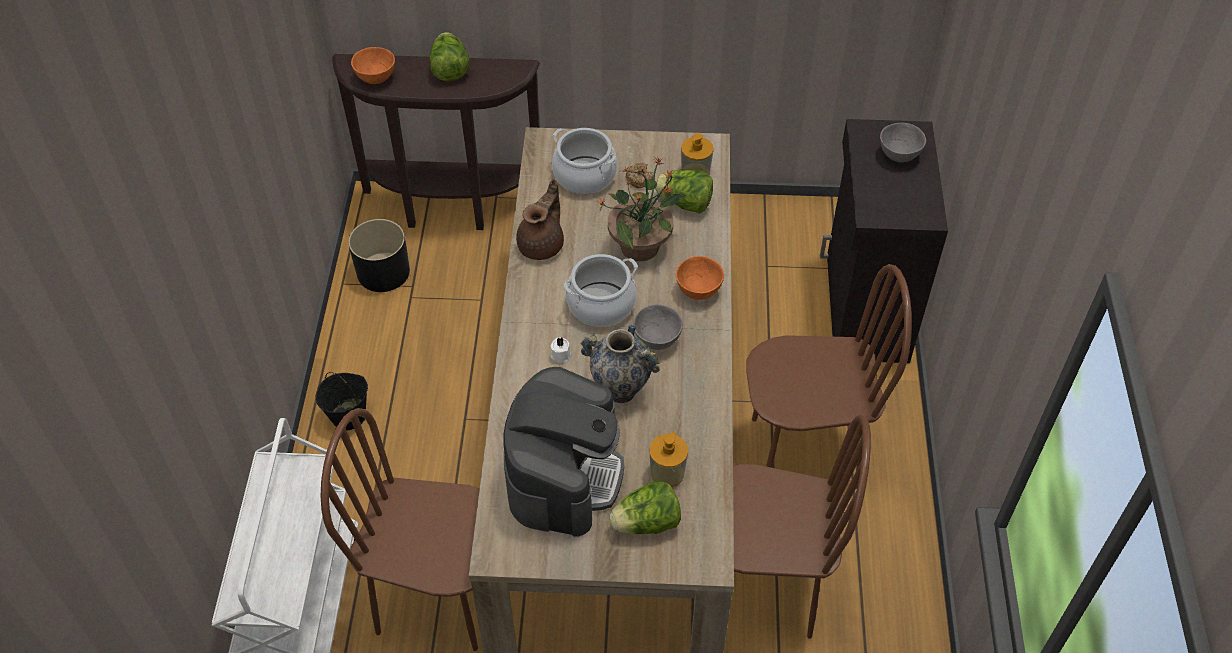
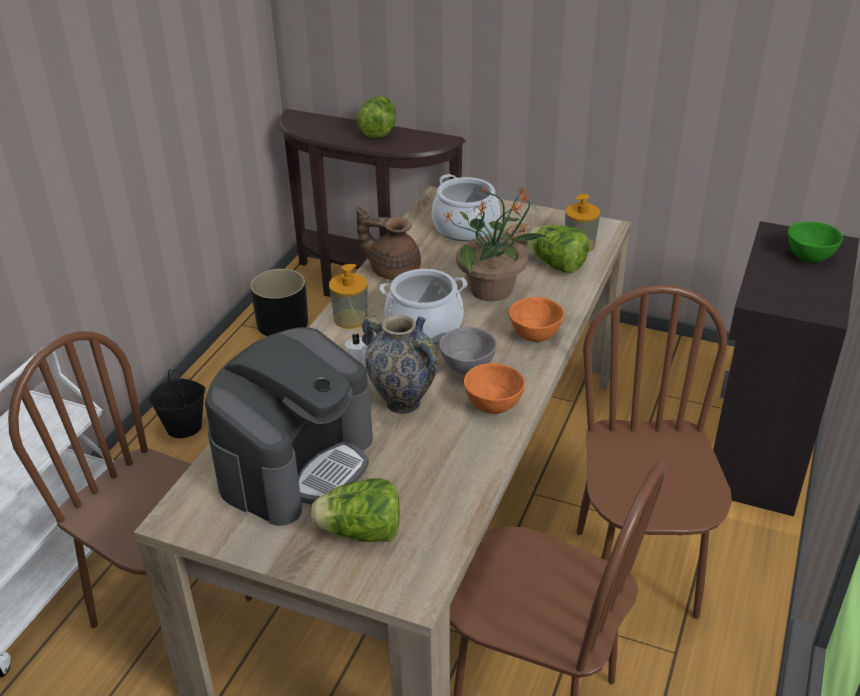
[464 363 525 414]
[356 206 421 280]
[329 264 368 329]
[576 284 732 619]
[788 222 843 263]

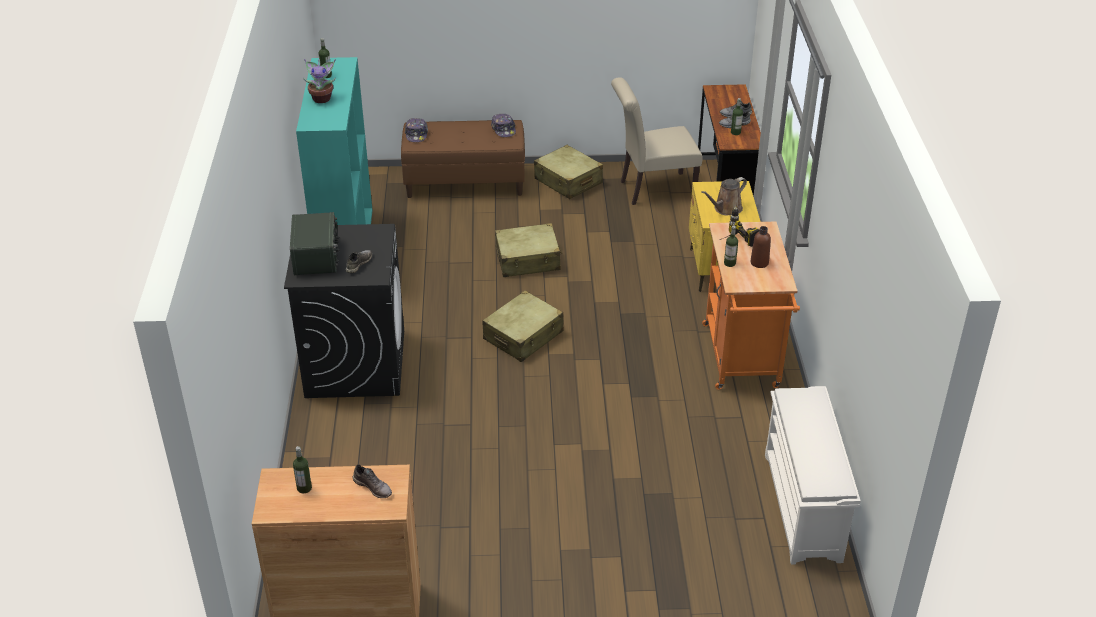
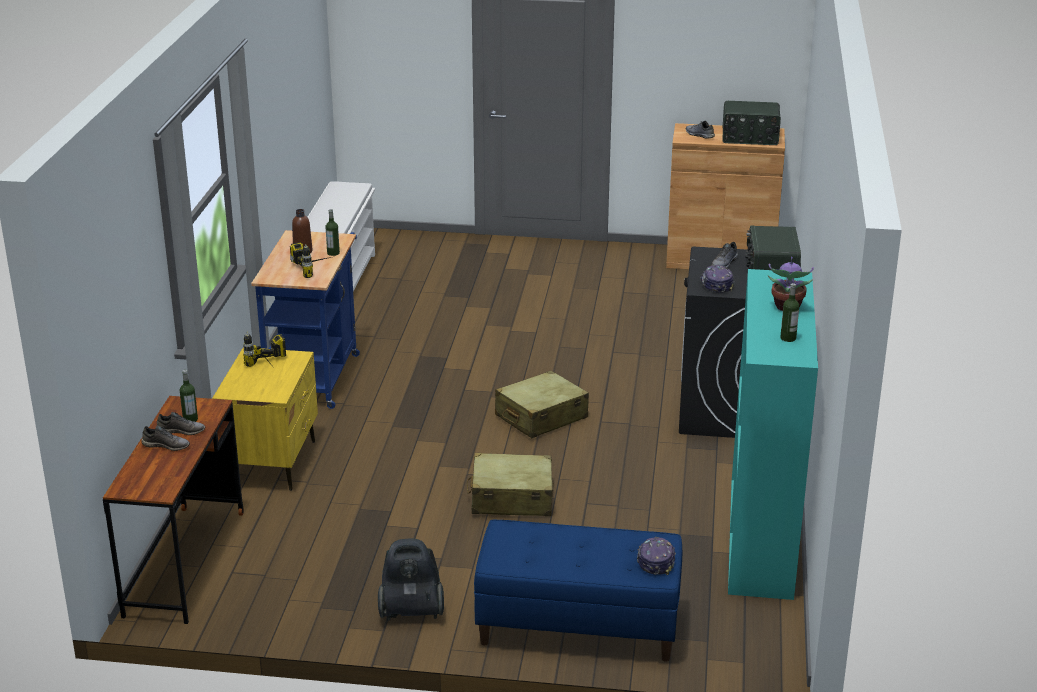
[722 101 781 145]
[474 520 682 662]
[700 265 734 293]
[378 539 444 620]
[611 77 703 205] (first image)
[243 332 286 367]
[251 230 360 409]

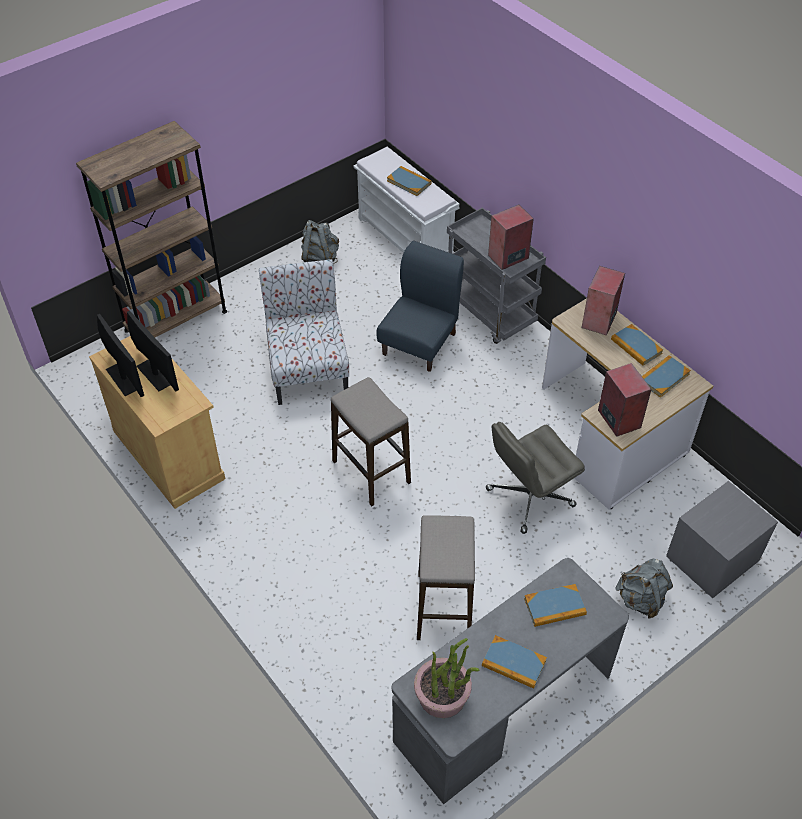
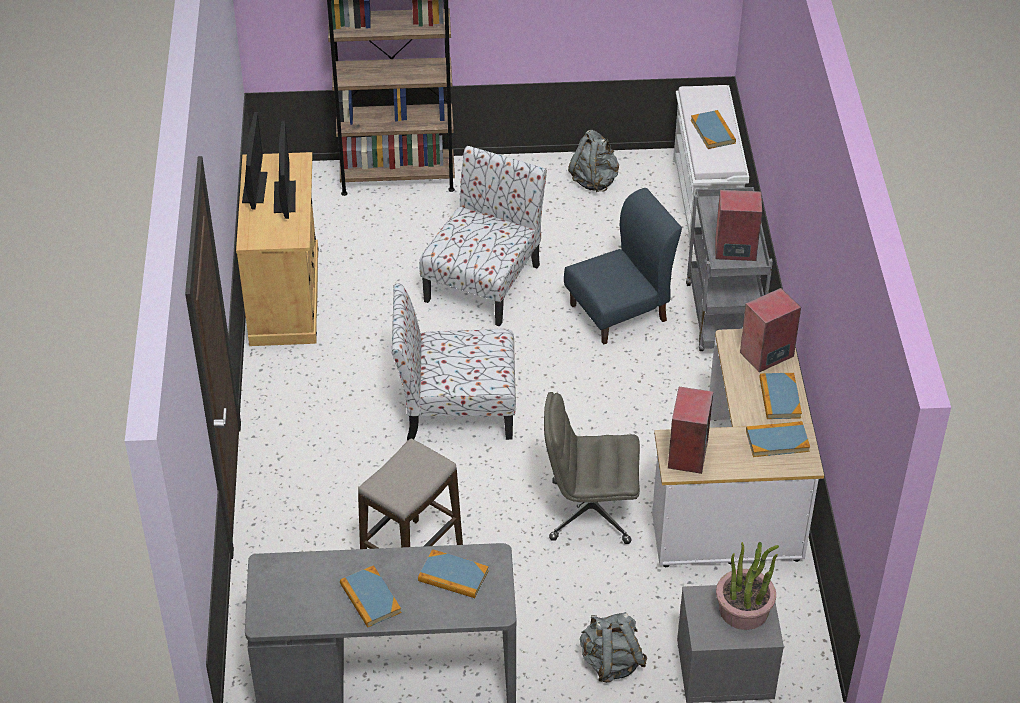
[391 283 516 441]
[716 542 779 630]

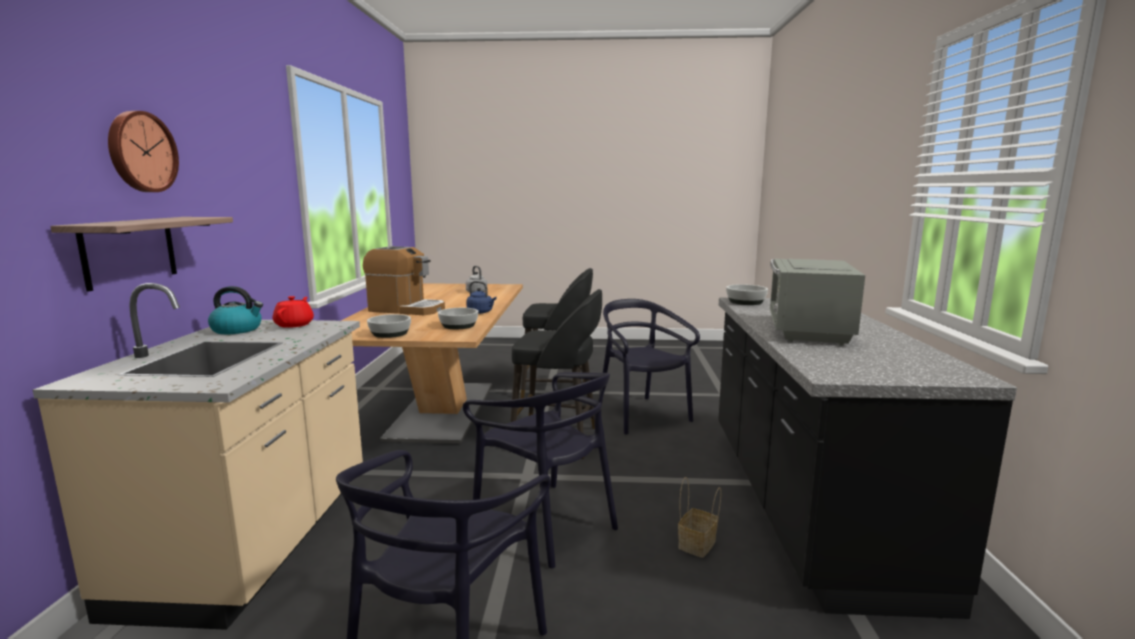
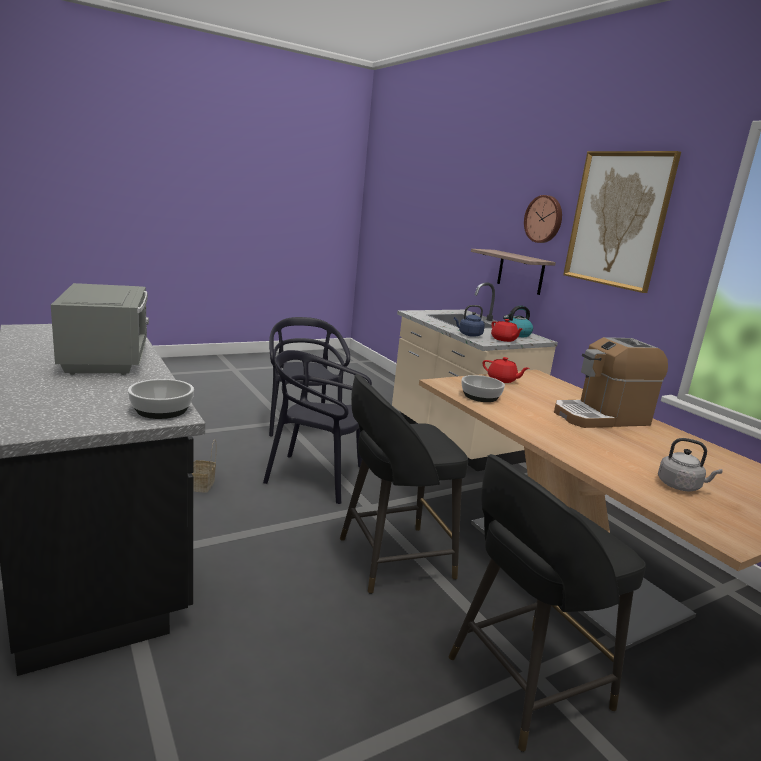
[483 357 530 383]
[454 305 485 337]
[599 299 700 435] (first image)
[563 151 681 293]

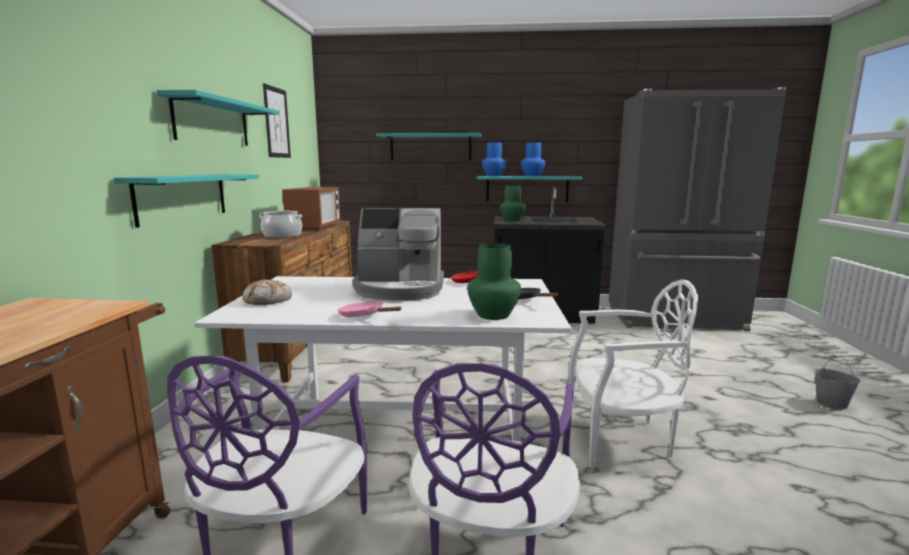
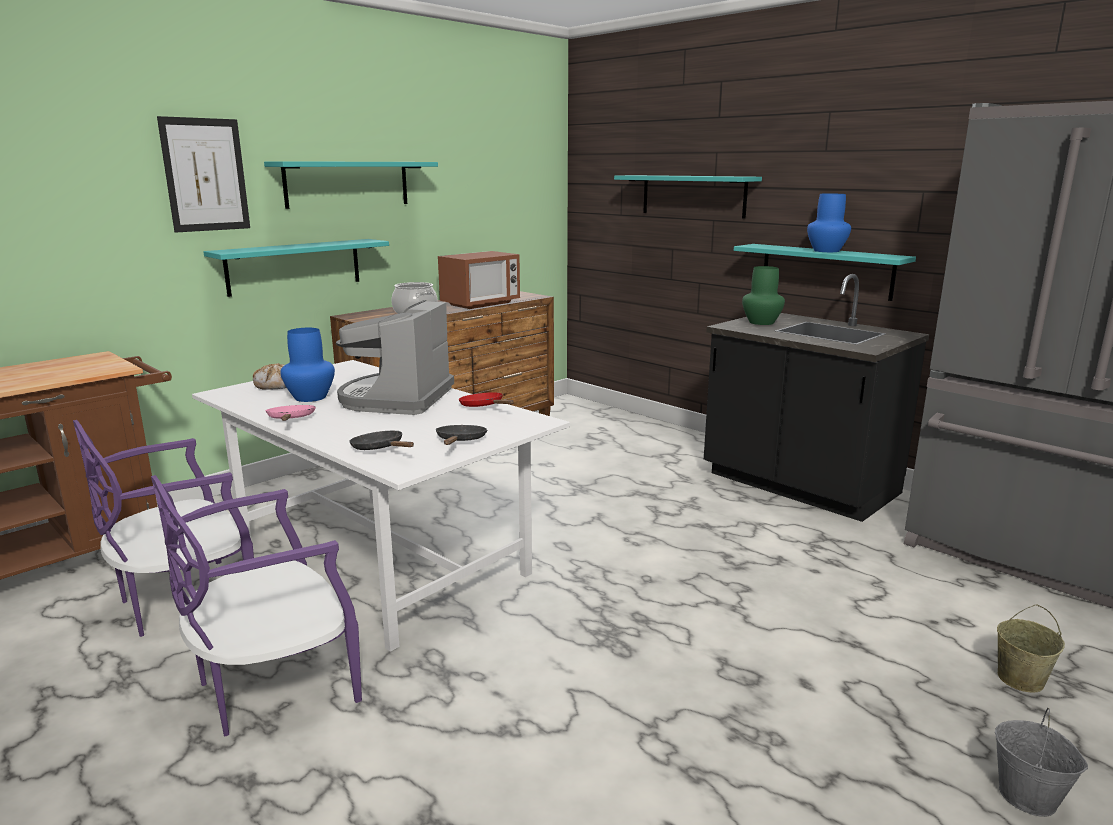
[157 116 250 233]
[336 300 454 415]
[349 431 414 450]
[280 328 335 402]
[569 279 698 468] (first image)
[997 604 1065 693]

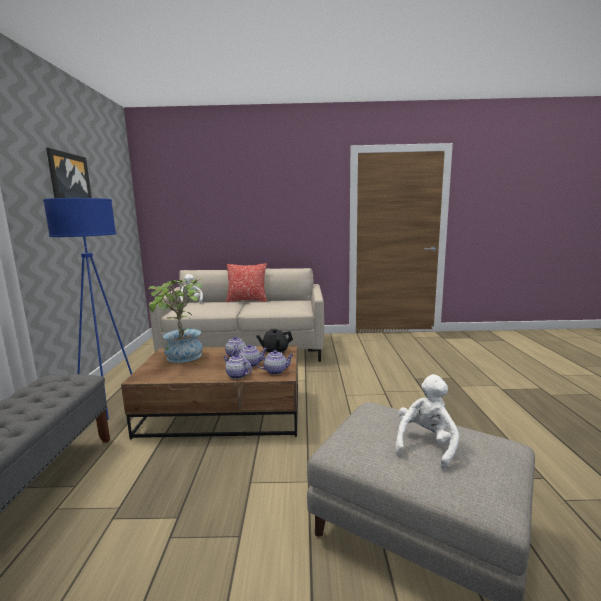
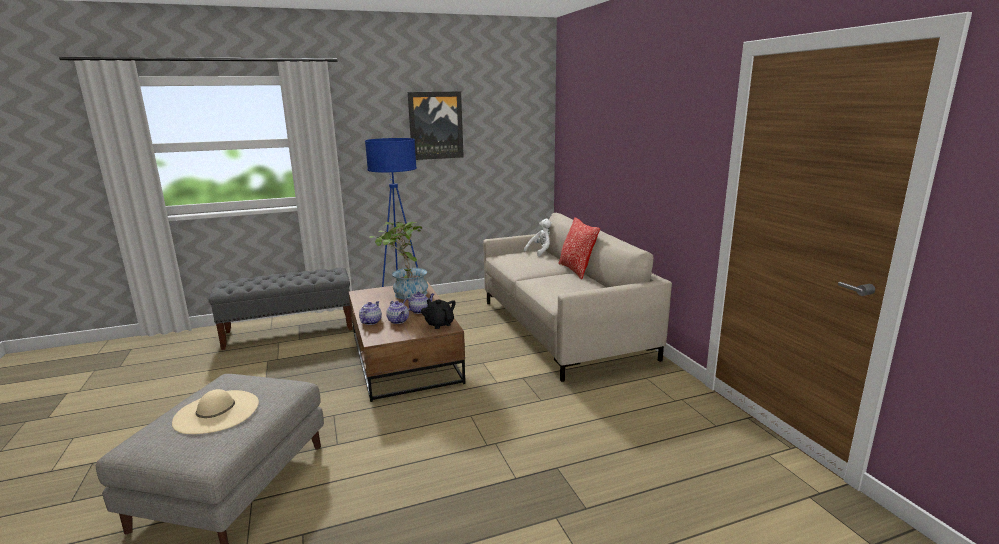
[256 350 294 375] (first image)
[172 389 259 434]

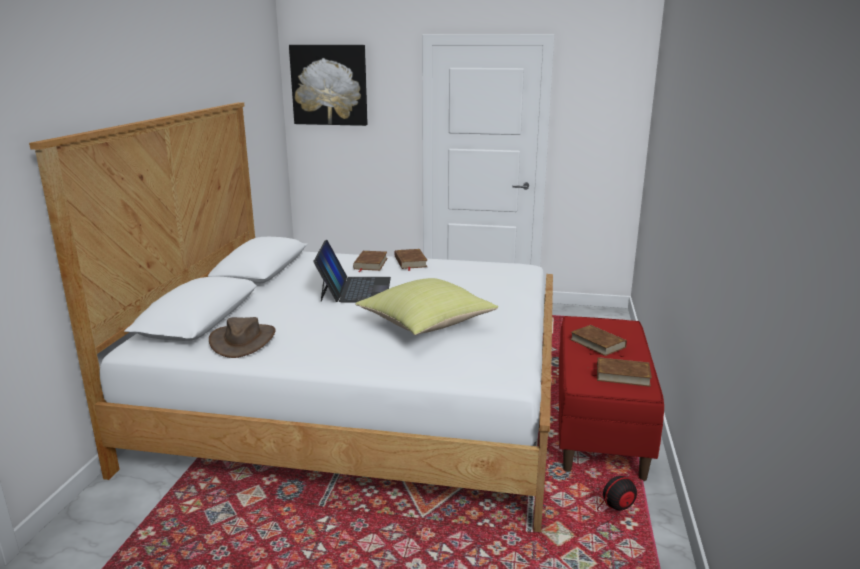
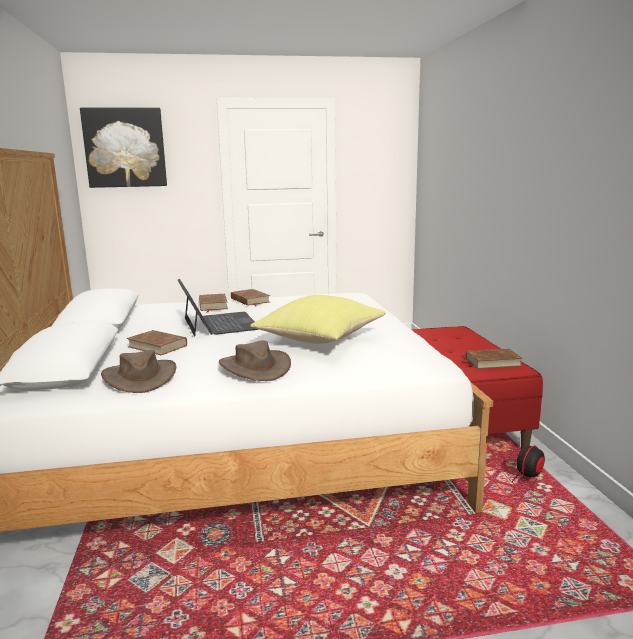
[126 330 187 355]
[219 340 291 381]

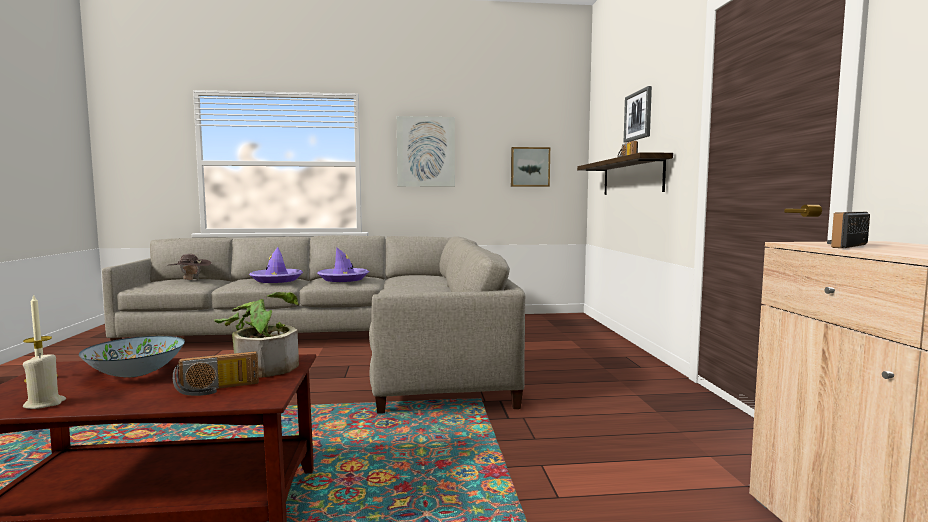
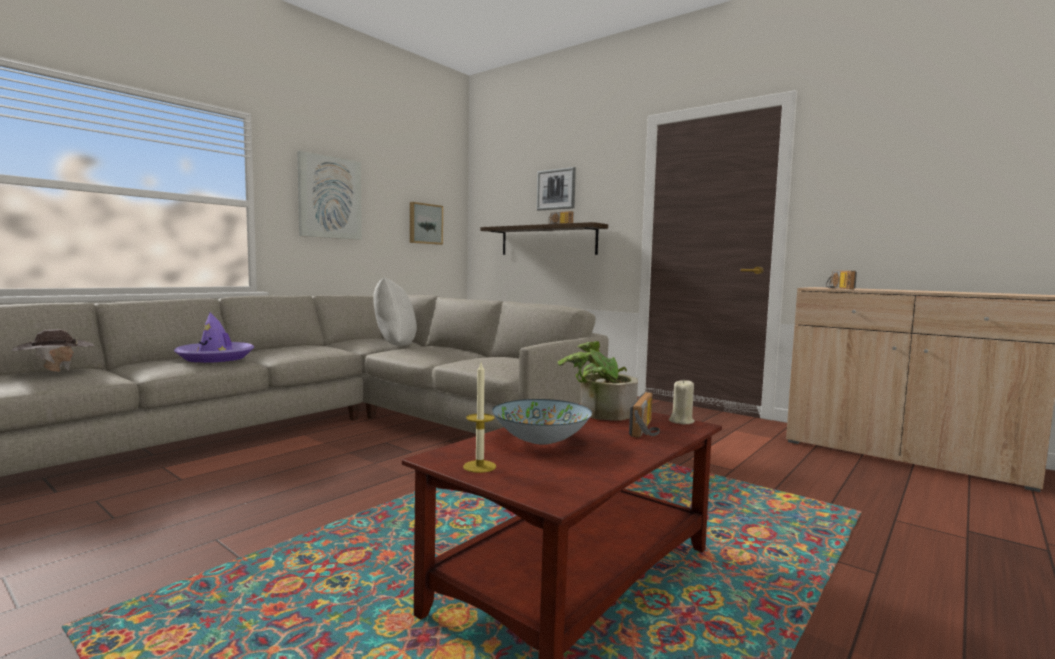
[669 379 695 424]
[318 247 369 282] (first image)
[373 277 417 346]

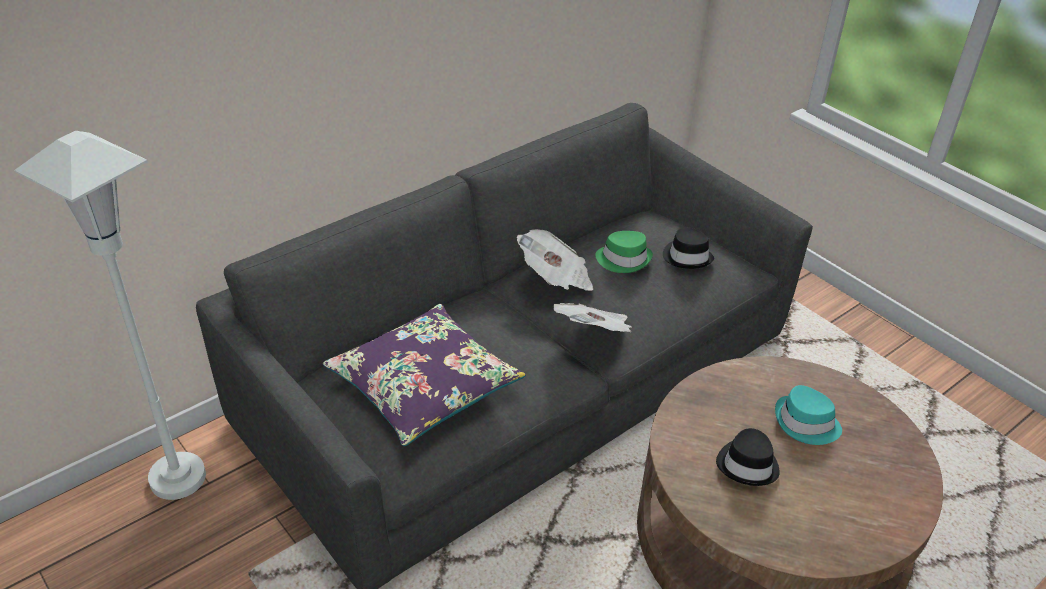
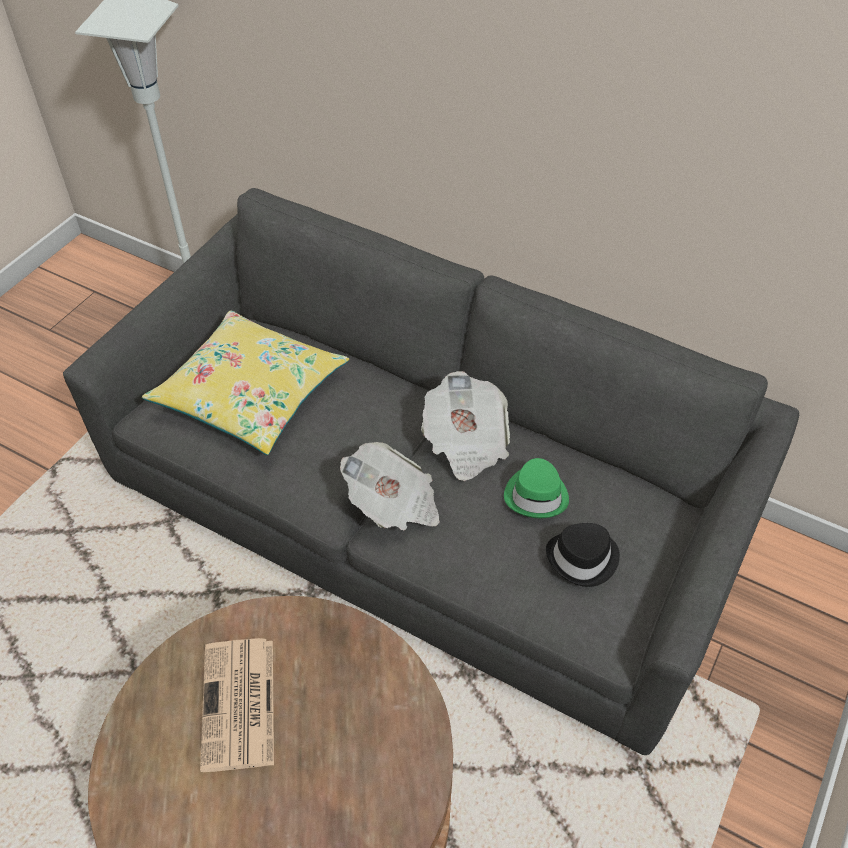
[142 311 349 455]
[200 638 274 772]
[775 385 842 445] (first image)

